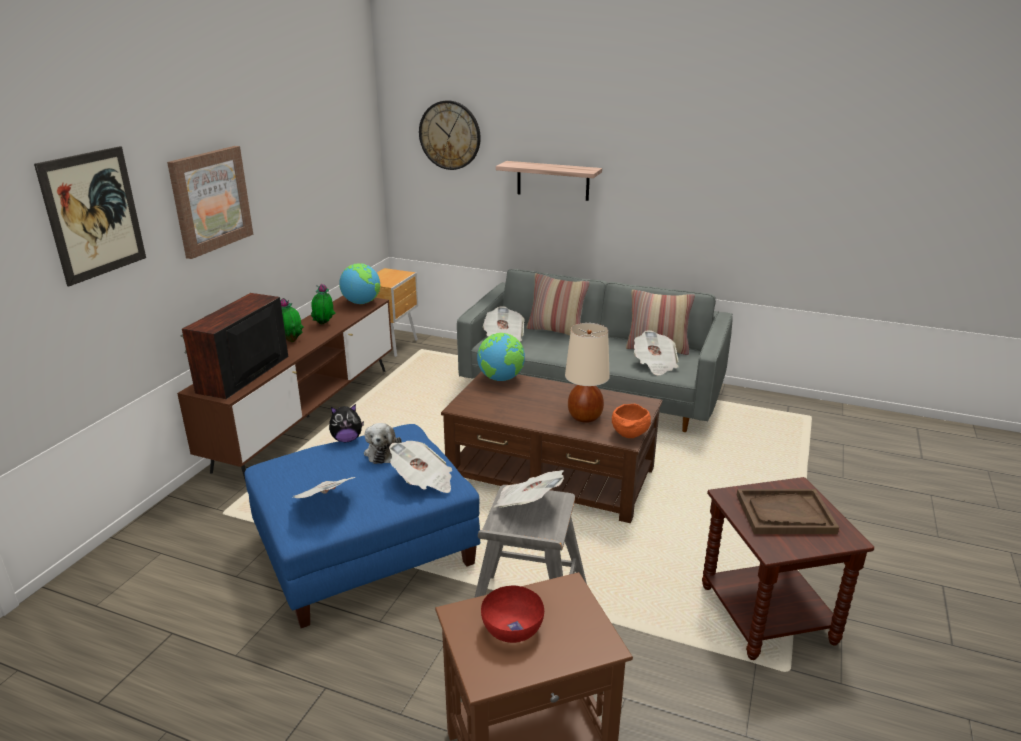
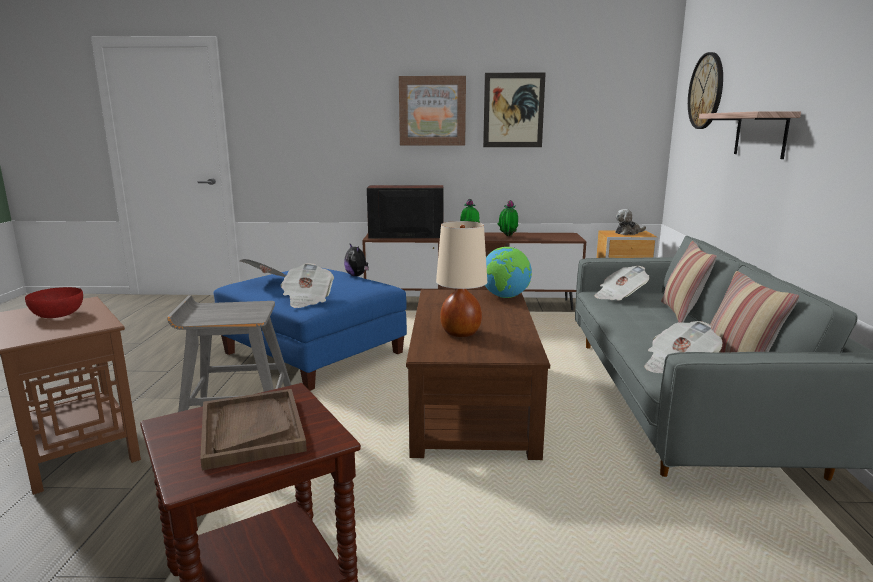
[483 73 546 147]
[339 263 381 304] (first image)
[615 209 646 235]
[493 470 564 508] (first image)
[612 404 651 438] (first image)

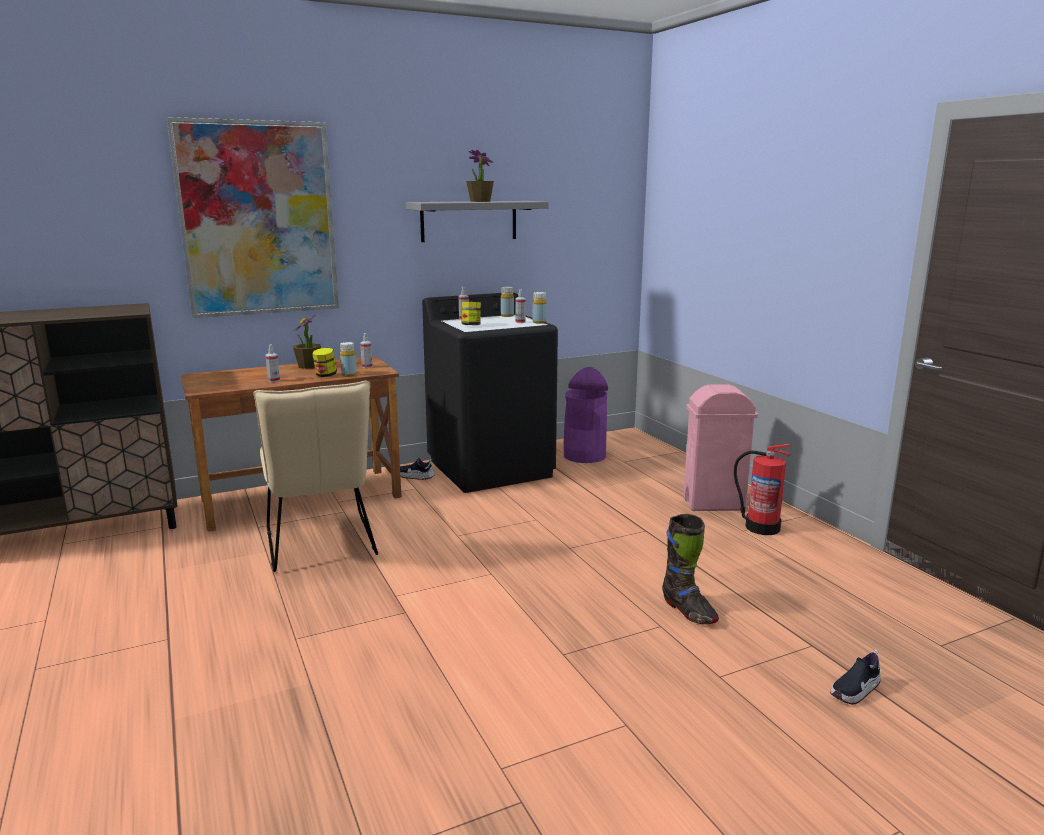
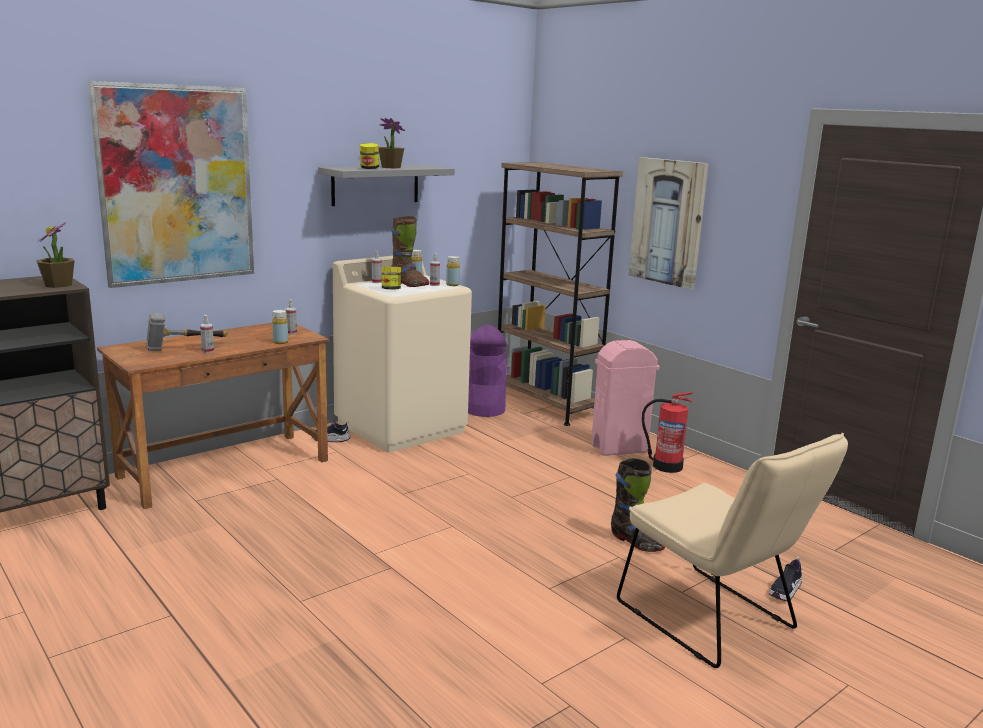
[617 433 848 668]
[36 222 75 288]
[360 143 379 169]
[333 256 472 453]
[146 313 228 351]
[391 216 429 287]
[498 162 623 426]
[629 157 708 290]

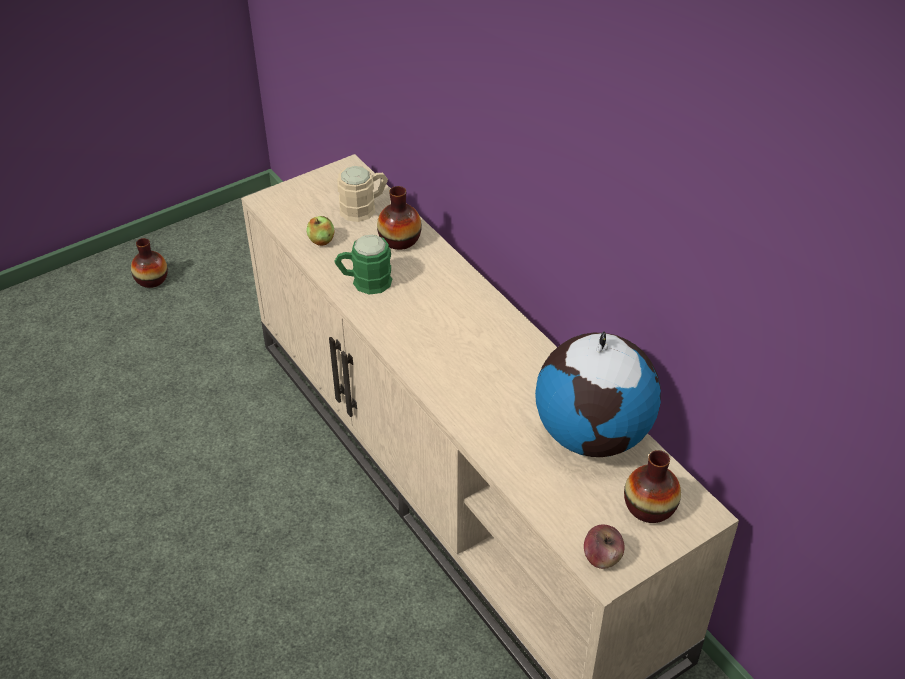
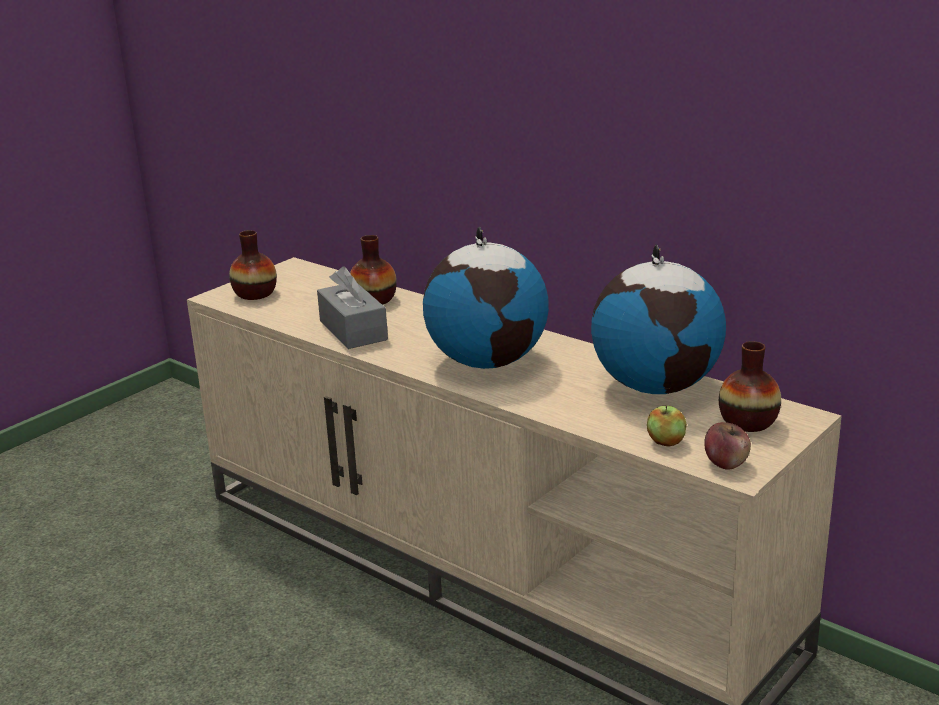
[229 230 277 300]
[647 405 687 447]
[317 266 388 349]
[337 166 388 222] (first image)
[423 227 549 369]

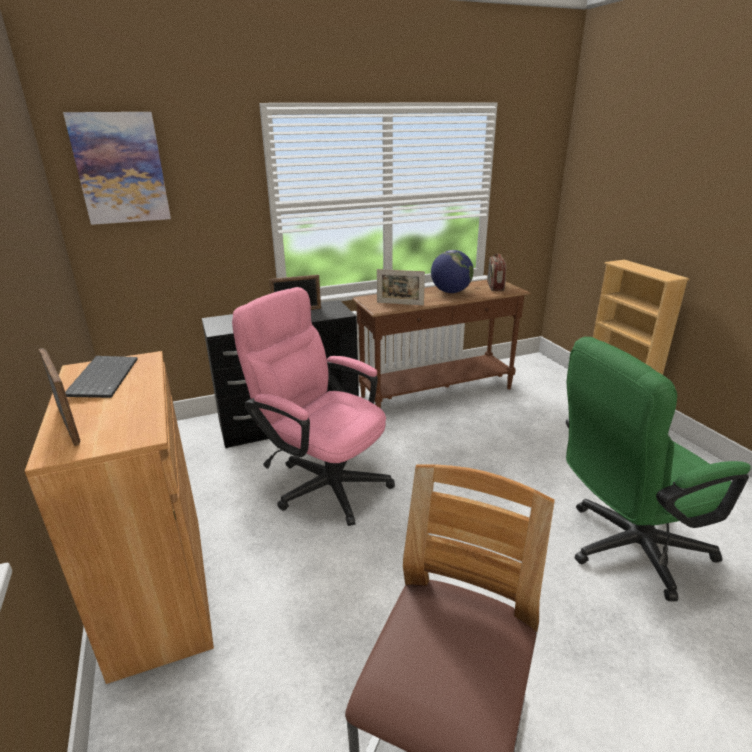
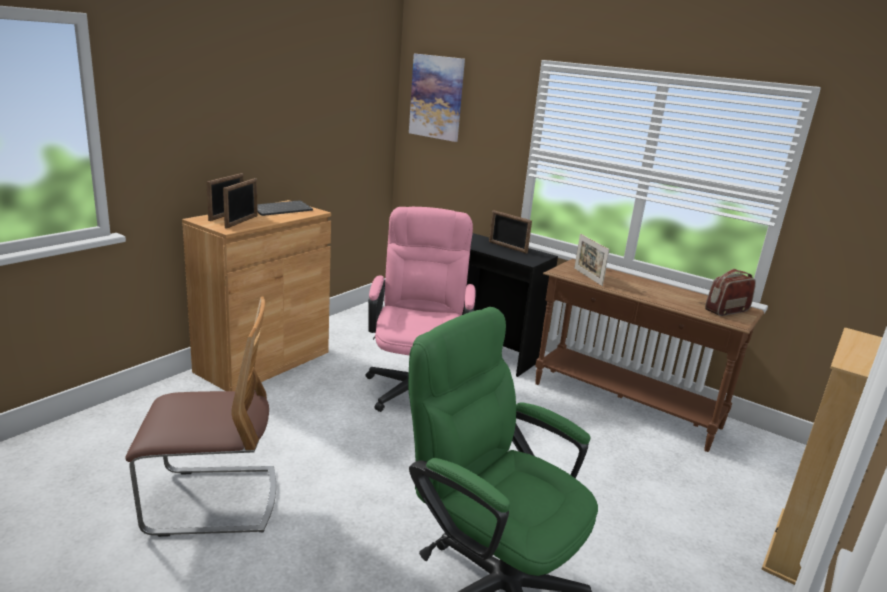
[431 250 474 293] (first image)
[223 178 258 229]

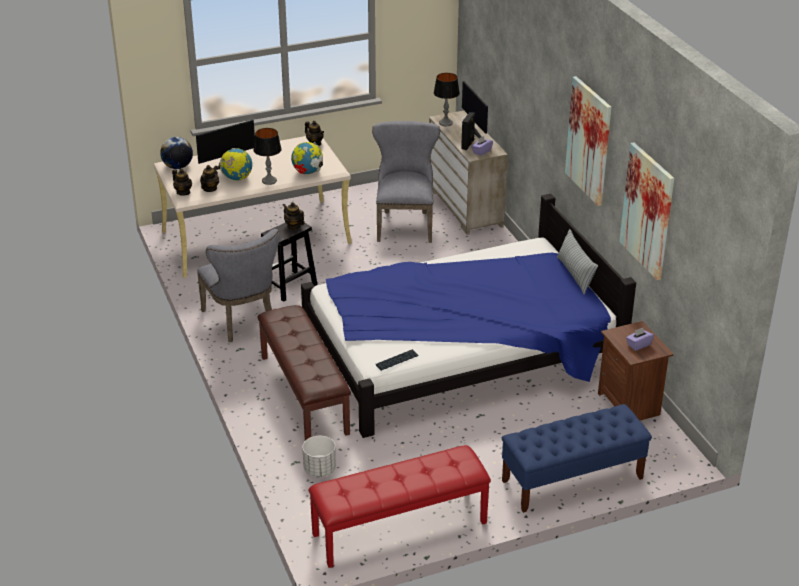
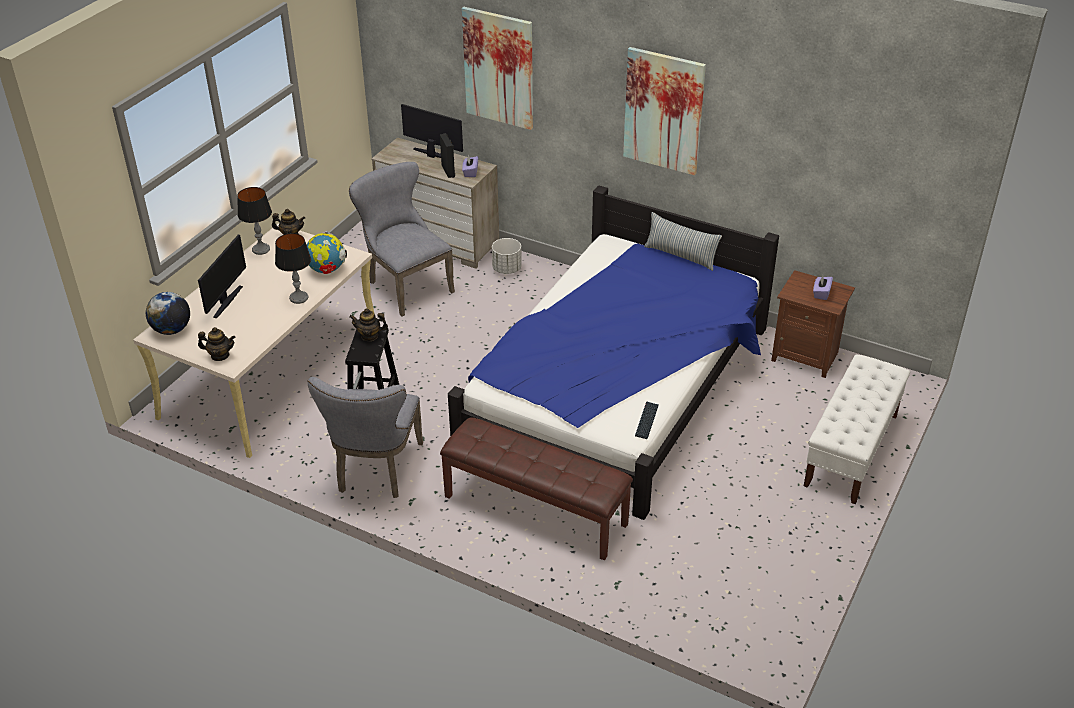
[308 377 423 498]
[200 165 219 192] (first image)
[219 148 252 181] (first image)
[492 238 522 274]
[309 445 491 568] (first image)
[237 187 272 255]
[804 354 910 504]
[462 7 533 130]

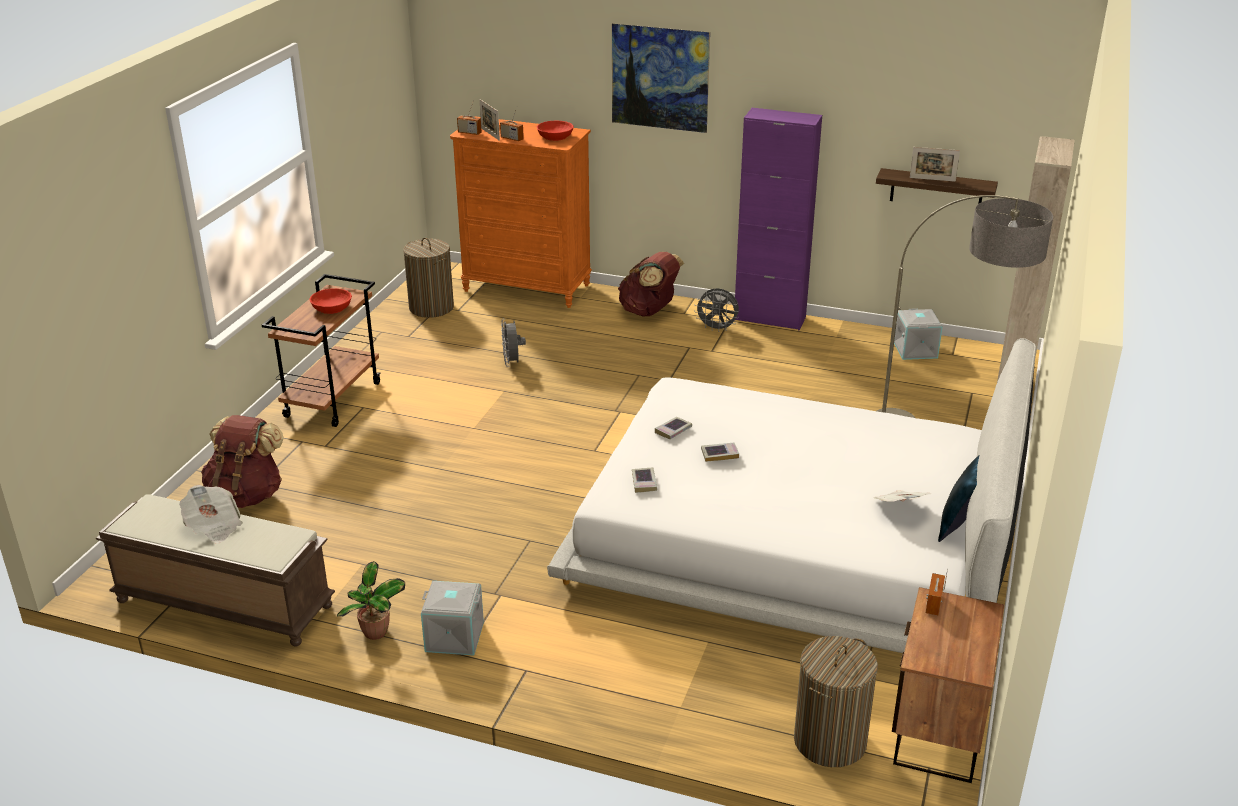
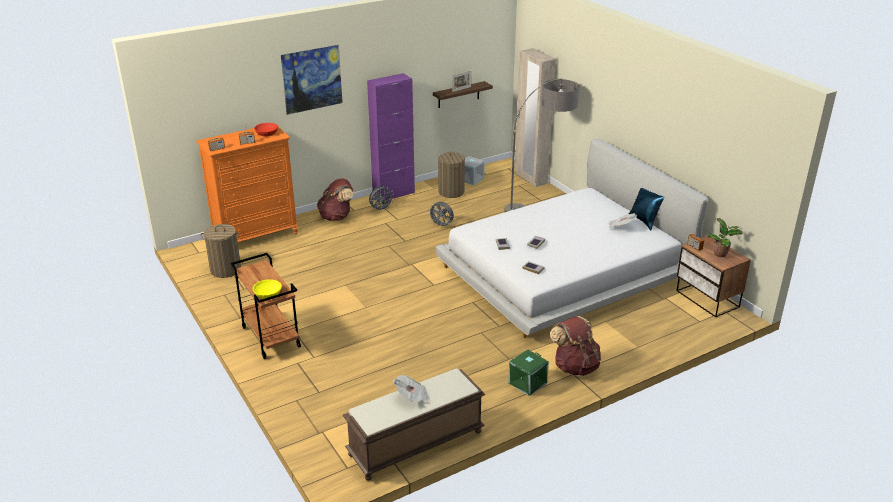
[550 316 601 376]
[309 288 352 314] (first image)
[707 218 743 257]
[508 350 549 396]
[479 99 500 141] (first image)
[428 202 454 228]
[438 152 465 198]
[253 279 282 299]

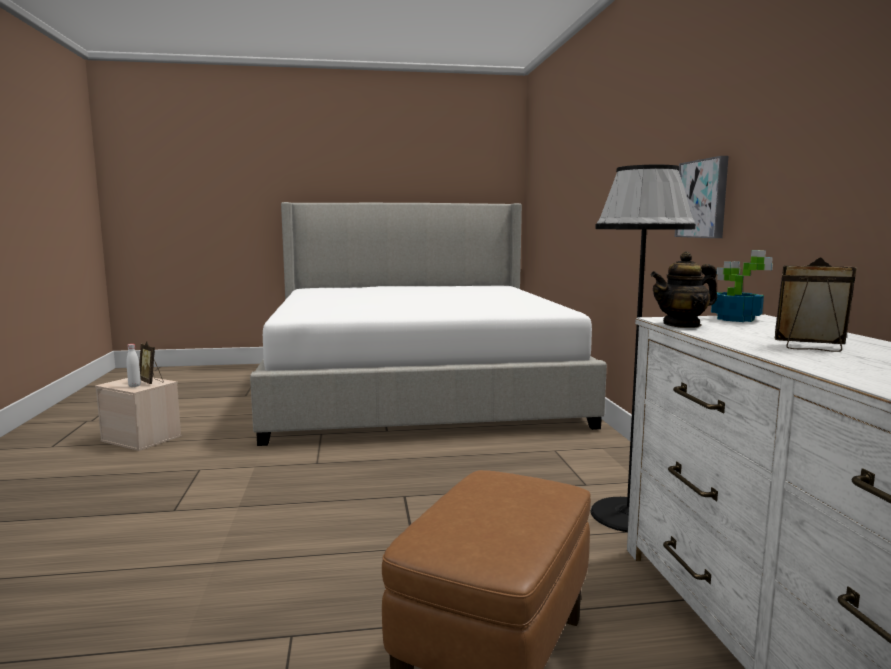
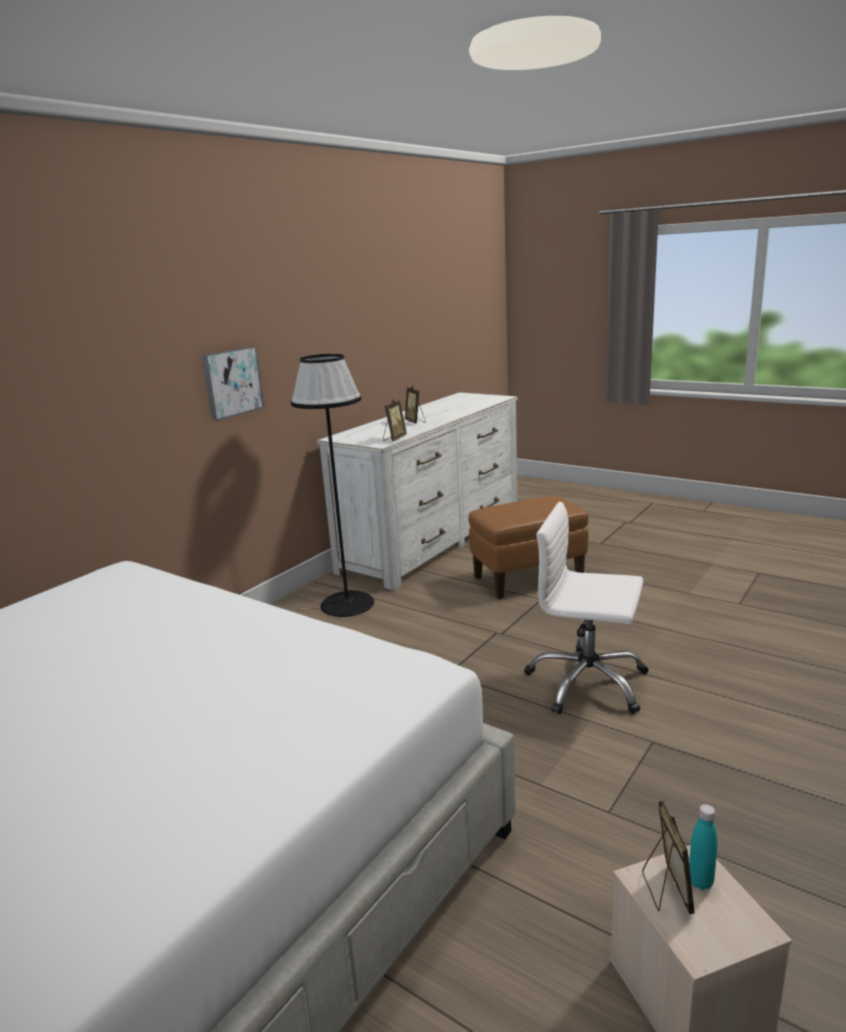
[689 804 718 890]
[383 399 407 441]
[711 250 773 322] (first image)
[524 502 649 714]

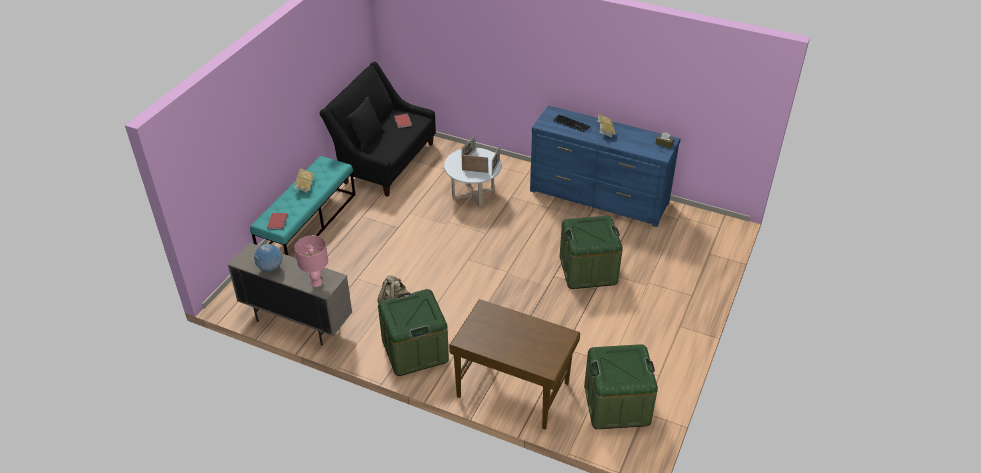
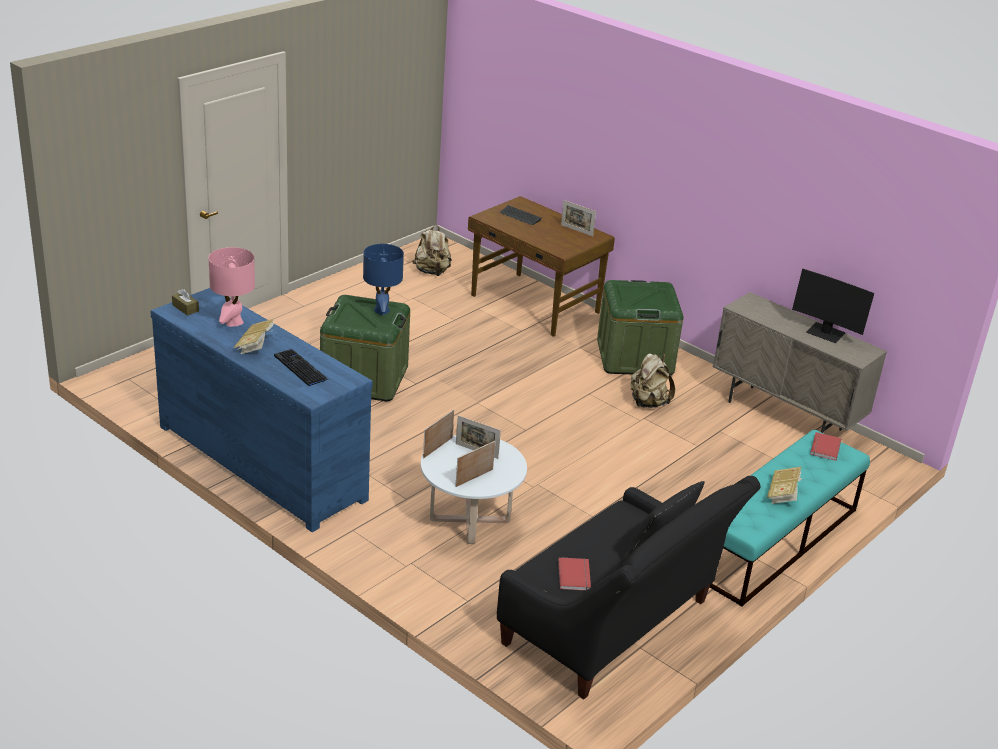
[792 269 874 343]
[209 247 255 327]
[412 225 452 276]
[363 244 404 315]
[500 205 542 225]
[561 200 596 236]

